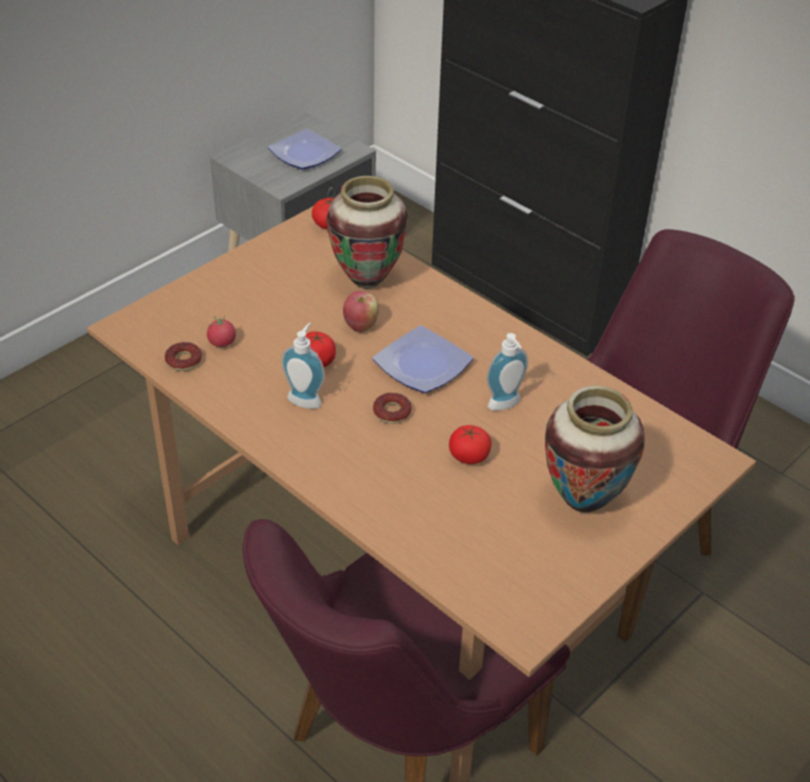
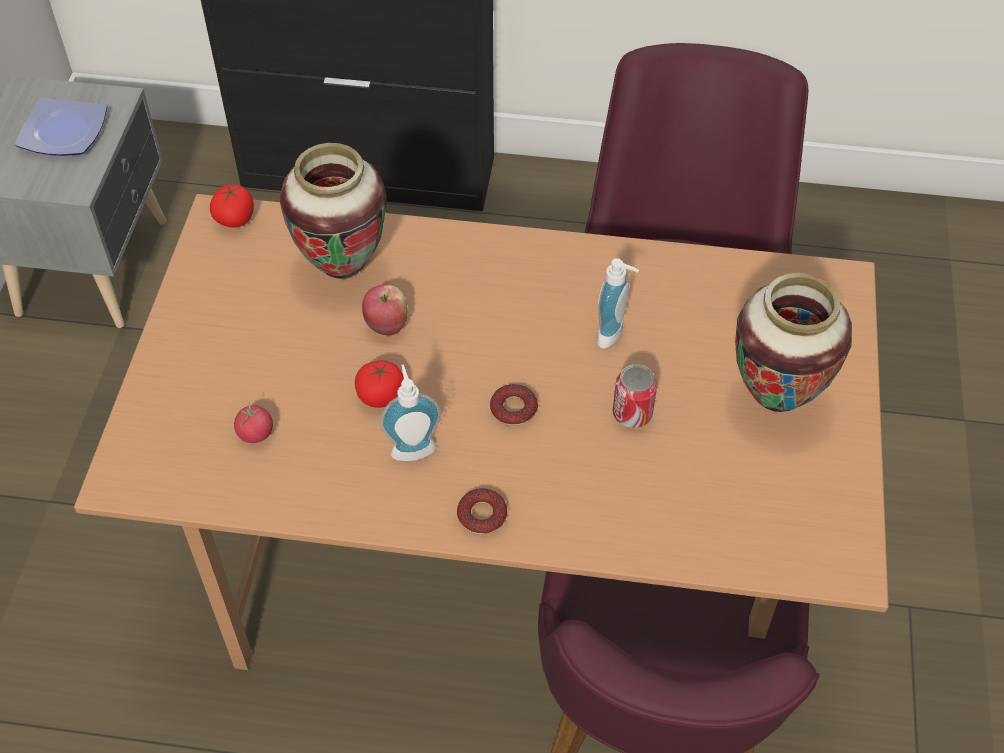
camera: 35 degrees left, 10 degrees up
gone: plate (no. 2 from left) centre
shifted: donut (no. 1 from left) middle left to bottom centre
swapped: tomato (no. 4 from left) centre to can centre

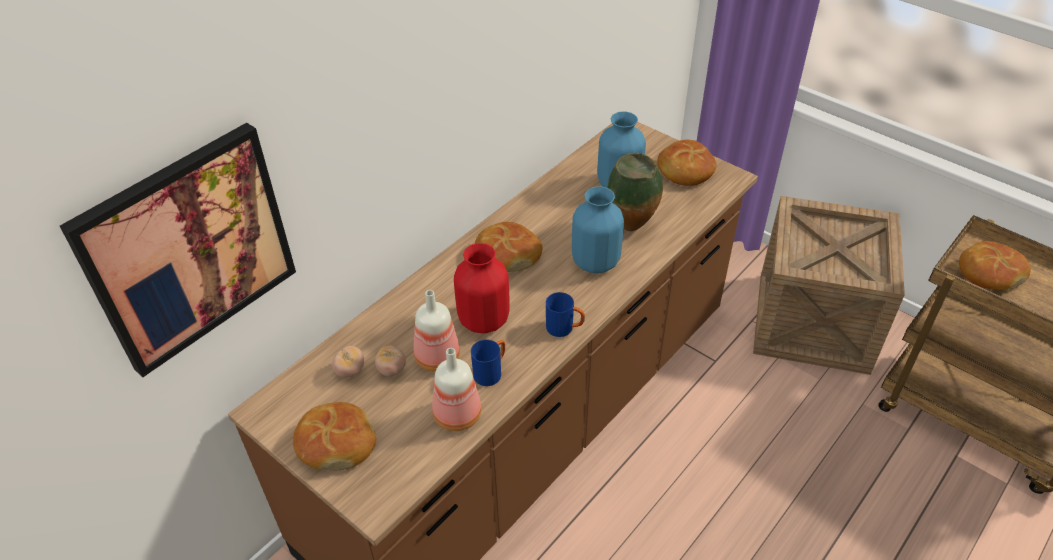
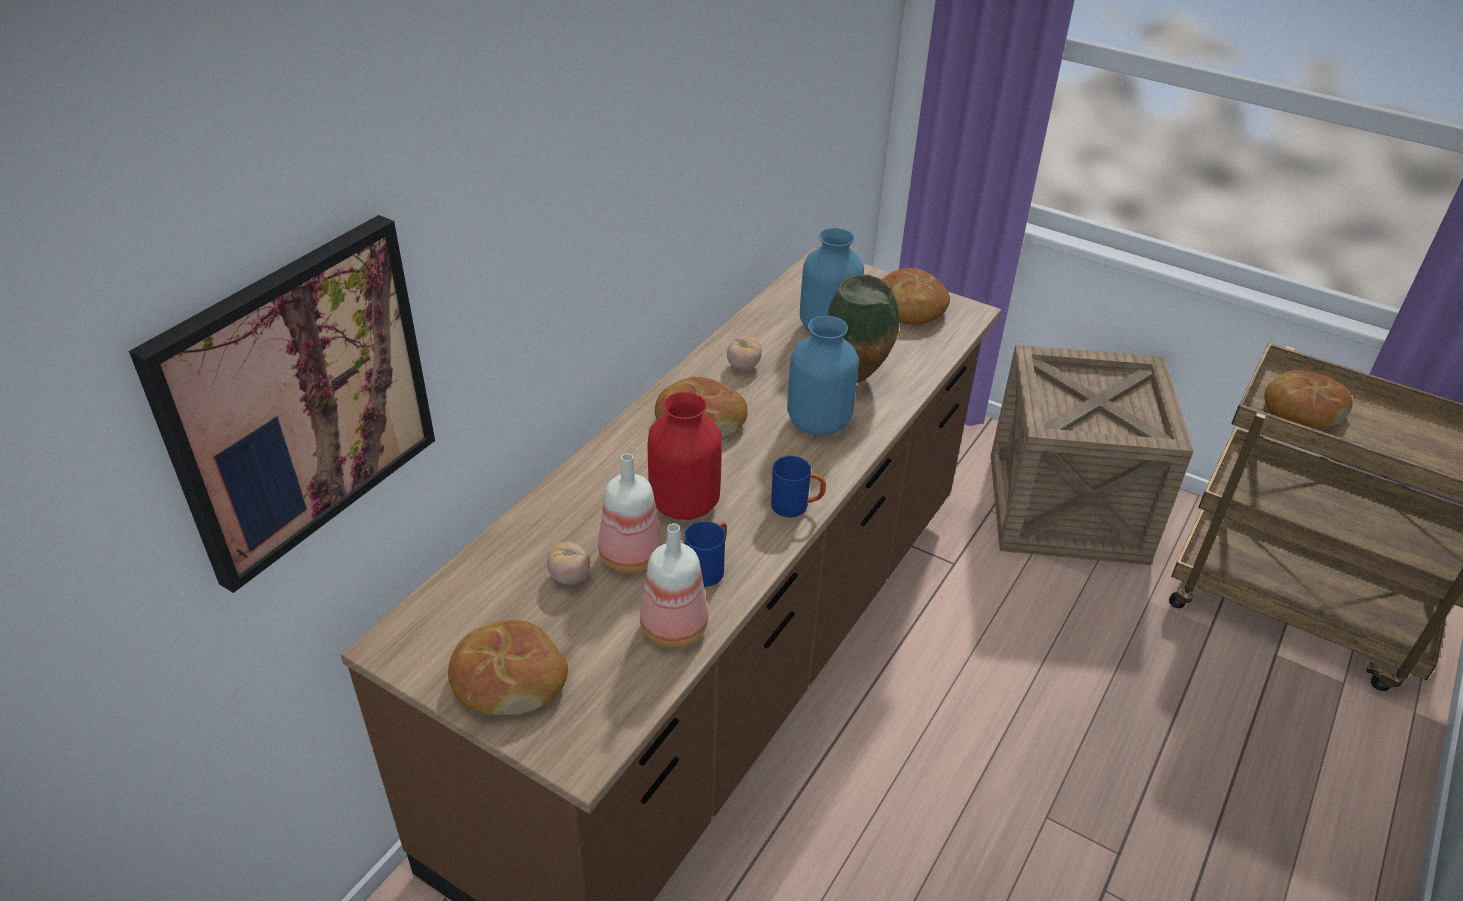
camera: 10 degrees left, 5 degrees down
shifted: tomato (no. 1 from left in the first image) middle left to tomato (no. 2 from left) centre

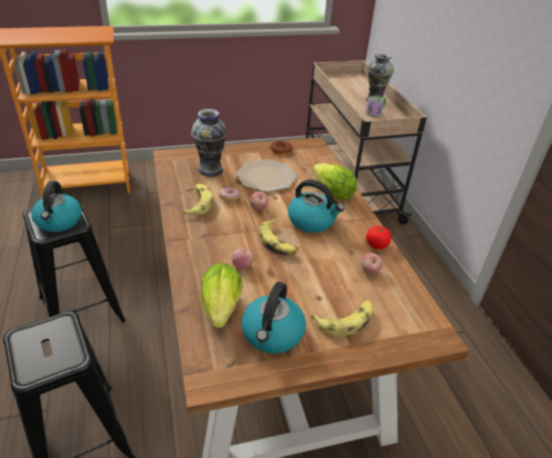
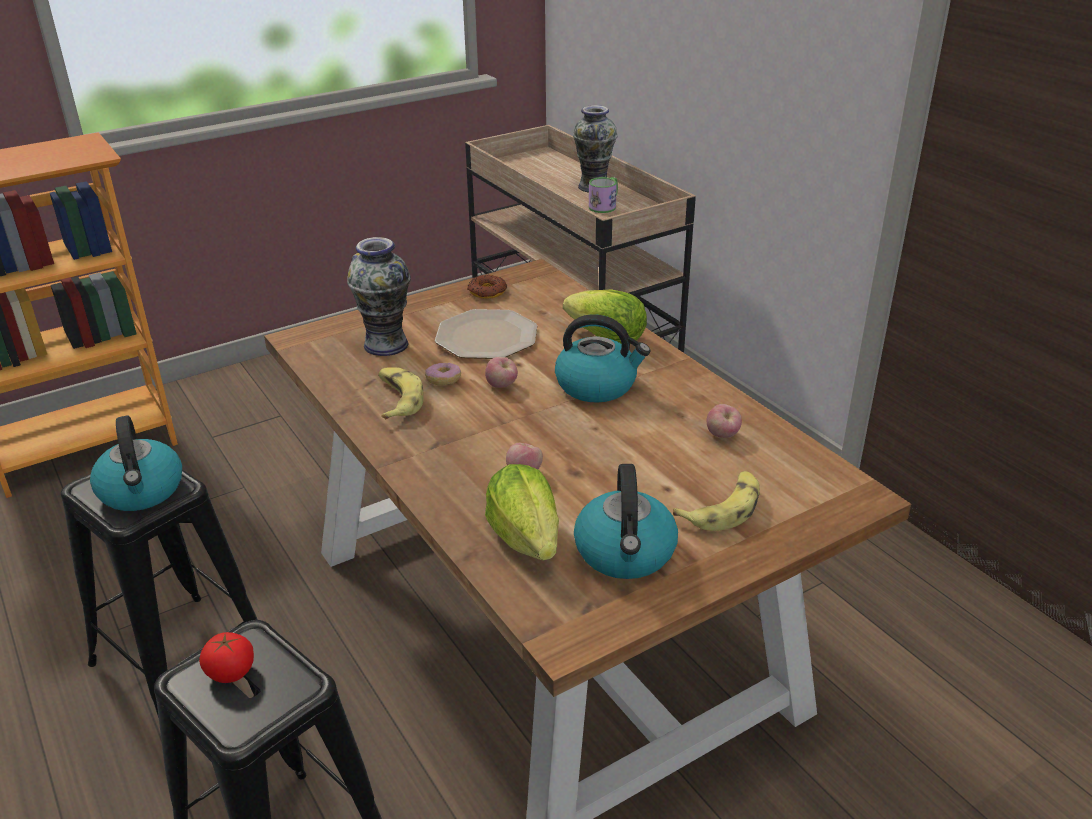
camera: 15 degrees left, 5 degrees down
gone: banana (no. 2 from left) centre
shifted: tomato middle right to bottom left

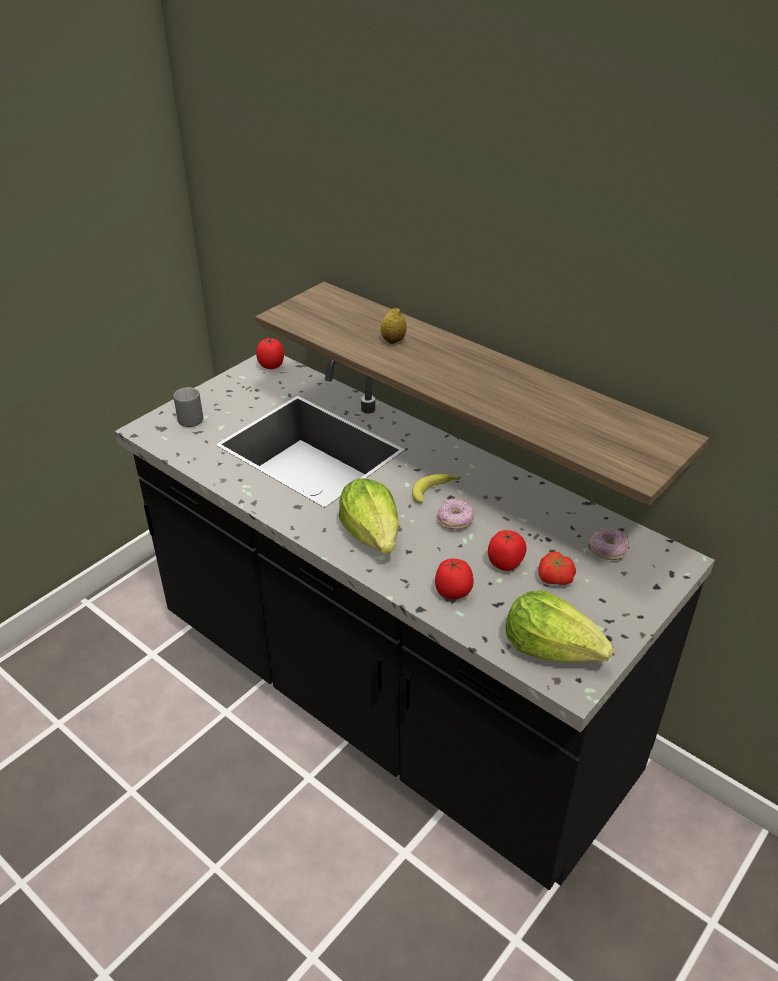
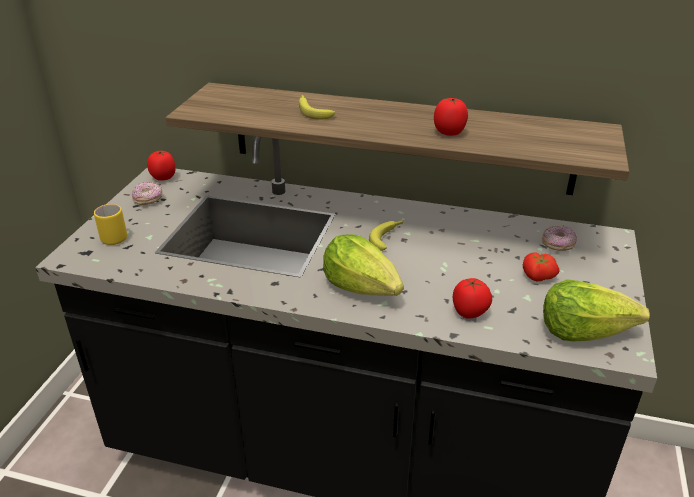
camera: 25 degrees left, 5 degrees down
shifted: donut (no. 1 from left) centre to middle left; tomato (no. 3 from left in the first image) centre to tomato (no. 2 from left) top centre
swapped: lemon top centre to banana (no. 1 from left) top centre
repainted: grey_mug middle left to yellow_mug middle left

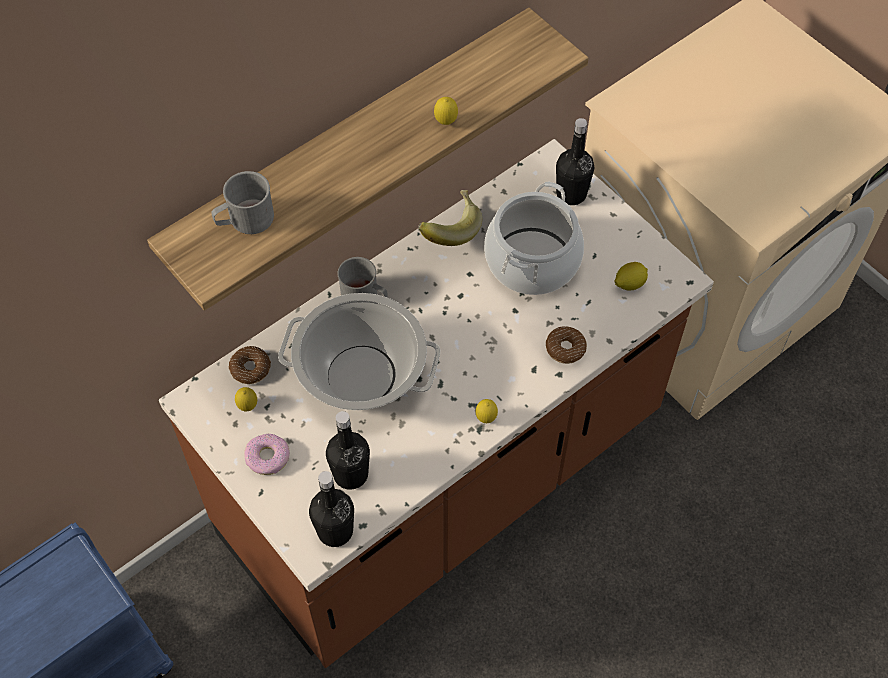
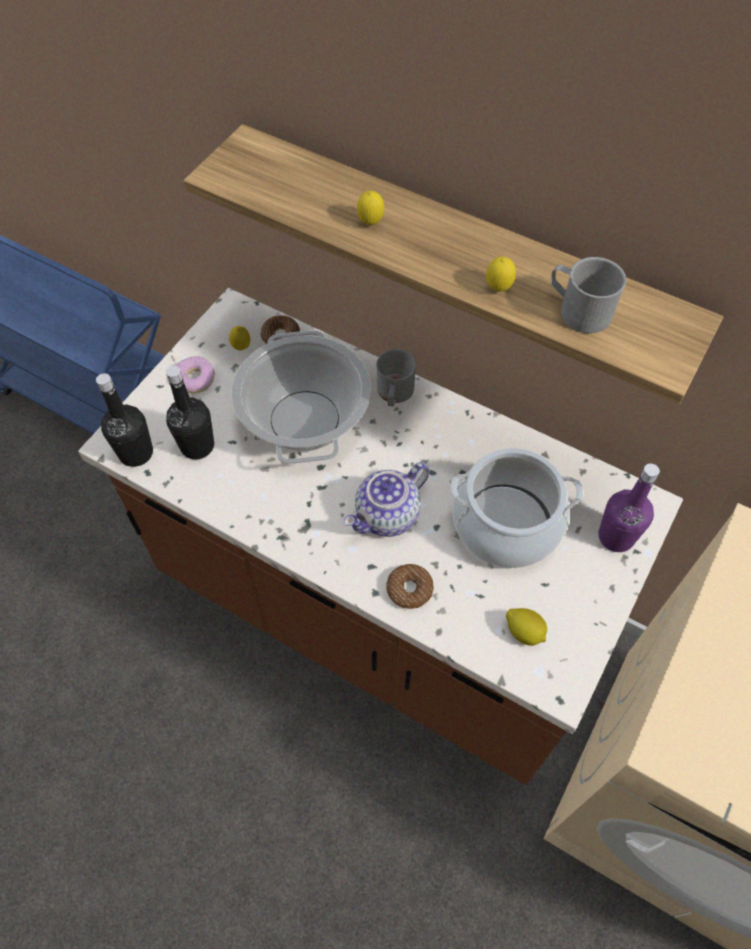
camera: 70 degrees right, 0 degrees up
gone: banana top centre
new: teapot centre
shifted: grey_mug (no. 1 from left in the first image) top left to grey_mug (no. 2 from left) top right; lemon (no. 3 from left in the first image) centre to lemon (no. 2 from left) top centre
repainted: black_bottle (no. 3 from left) top centre to purple_bottle middle right

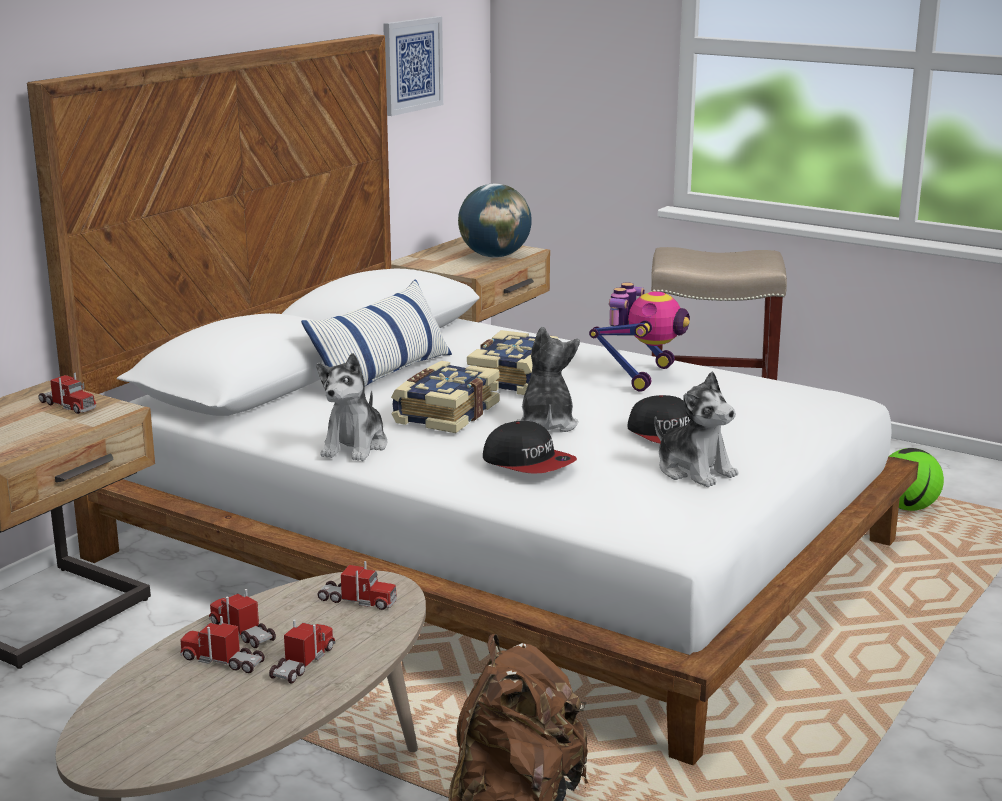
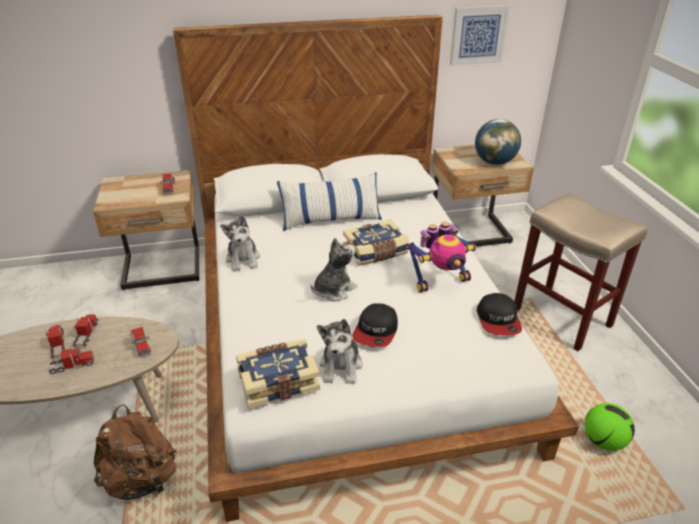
camera: 45 degrees right, 15 degrees up
shifted: book (no. 1 from left) centre to bottom centre; cap (no. 1 from left in the first image) centre to cap (no. 2 from left) middle right
rotated: plush_toy (no. 1 from left) centre = centre 75 degrees counterclockwise

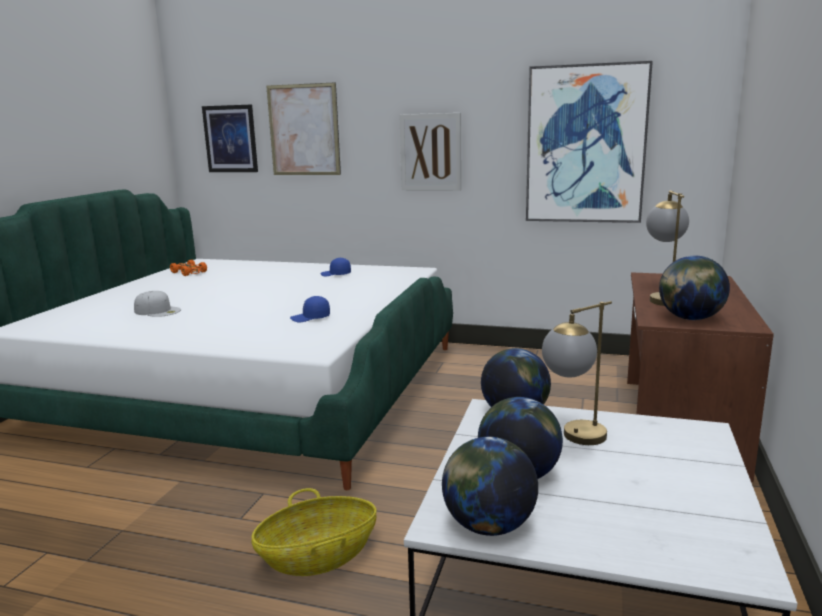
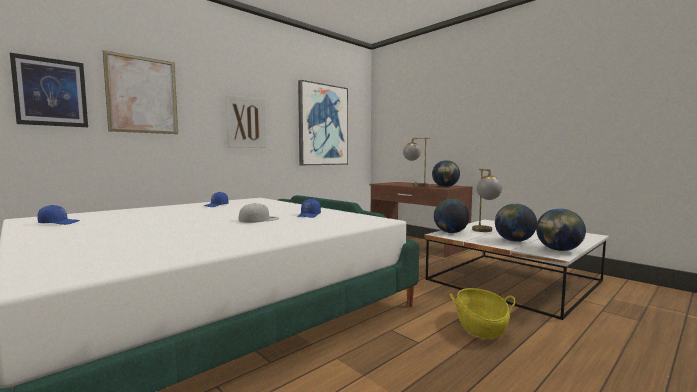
camera: 60 degrees left, 10 degrees down
shifted: white_cap middle left to centre
swapped: orange_toy_car middle left to blue_cap (no. 1 from left) middle left

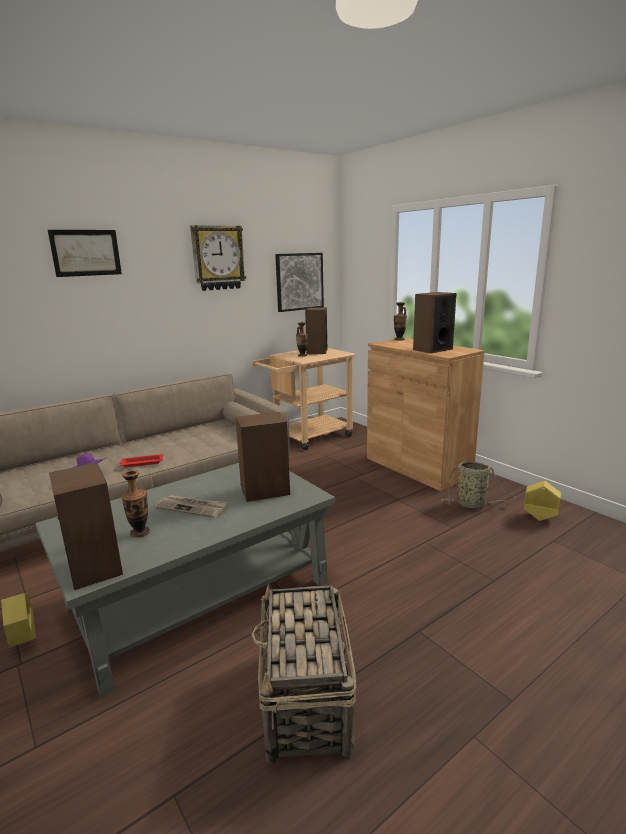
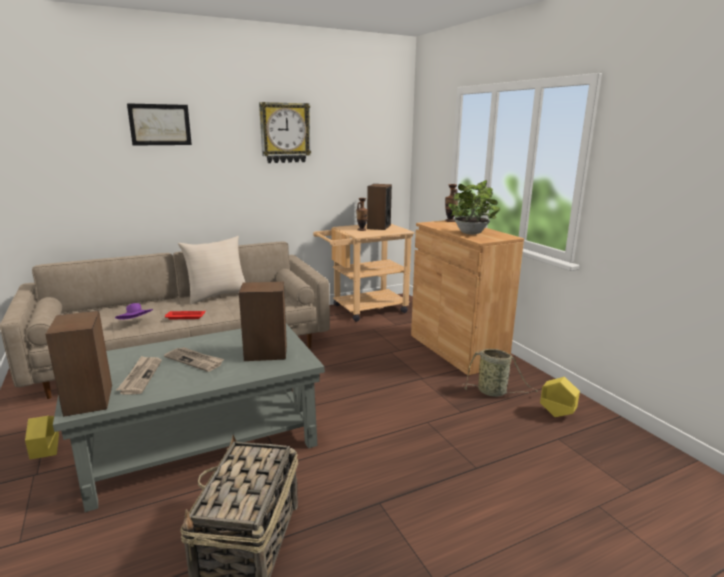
camera: 10 degrees right, 0 degrees up
gone: picture (no. 2 from left) centre
new: beige_pillow middle left
swapped: vase (no. 1 from left) middle left to newspaper (no. 1 from left) middle left; speaker (no. 4 from left) middle right to potted_plant centre

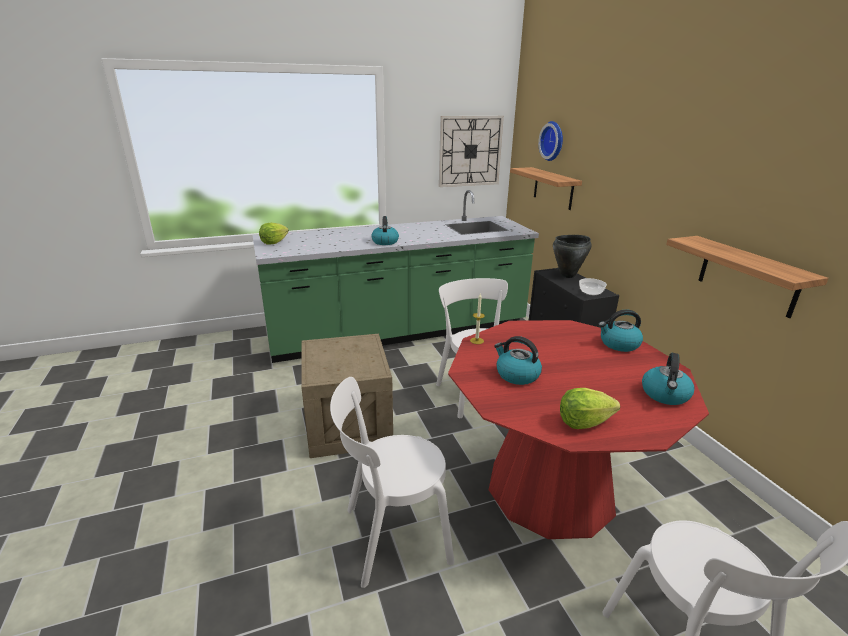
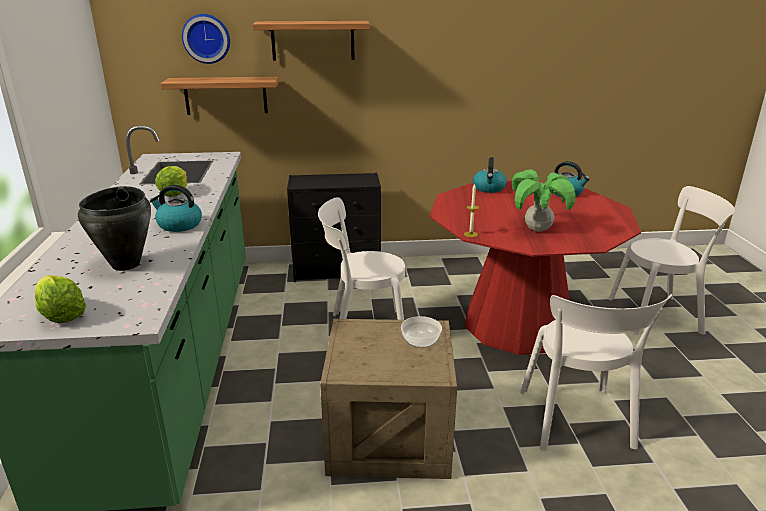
camera: 75 degrees left, 0 degrees up
gone: wall_clock (no. 1 from left) top centre
shifted: black_cooking_pot middle right to middle left; lettuce (no. 2 from left) middle right to middle left; bowl middle right to centre; shelf (no. 2 from left) middle right to top centre
swapped: kettle (no. 2 from left) centre to potted_plant middle right

